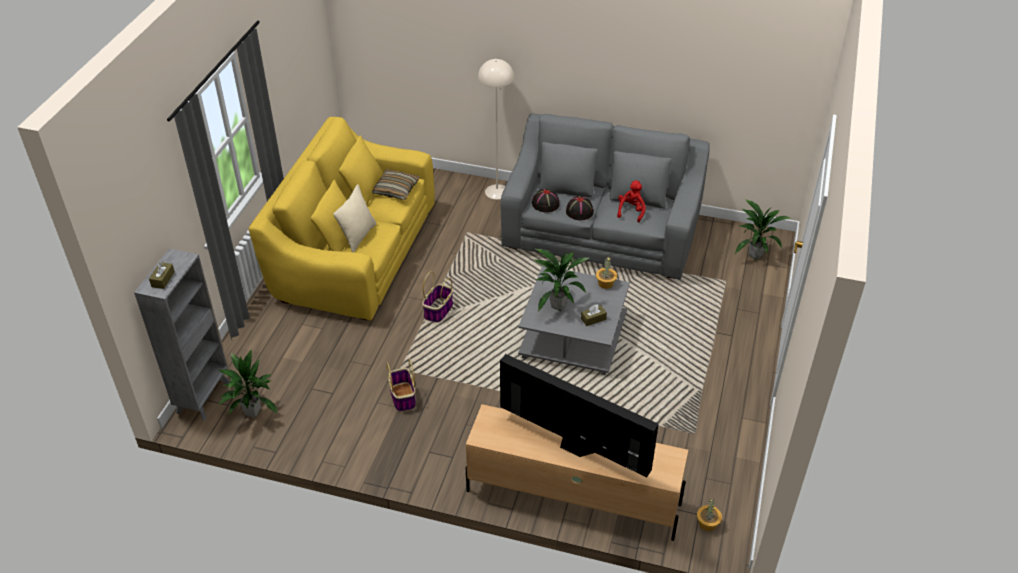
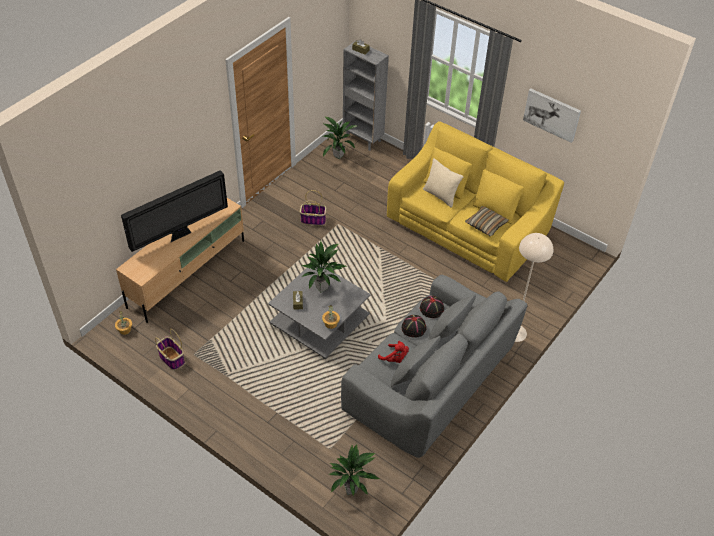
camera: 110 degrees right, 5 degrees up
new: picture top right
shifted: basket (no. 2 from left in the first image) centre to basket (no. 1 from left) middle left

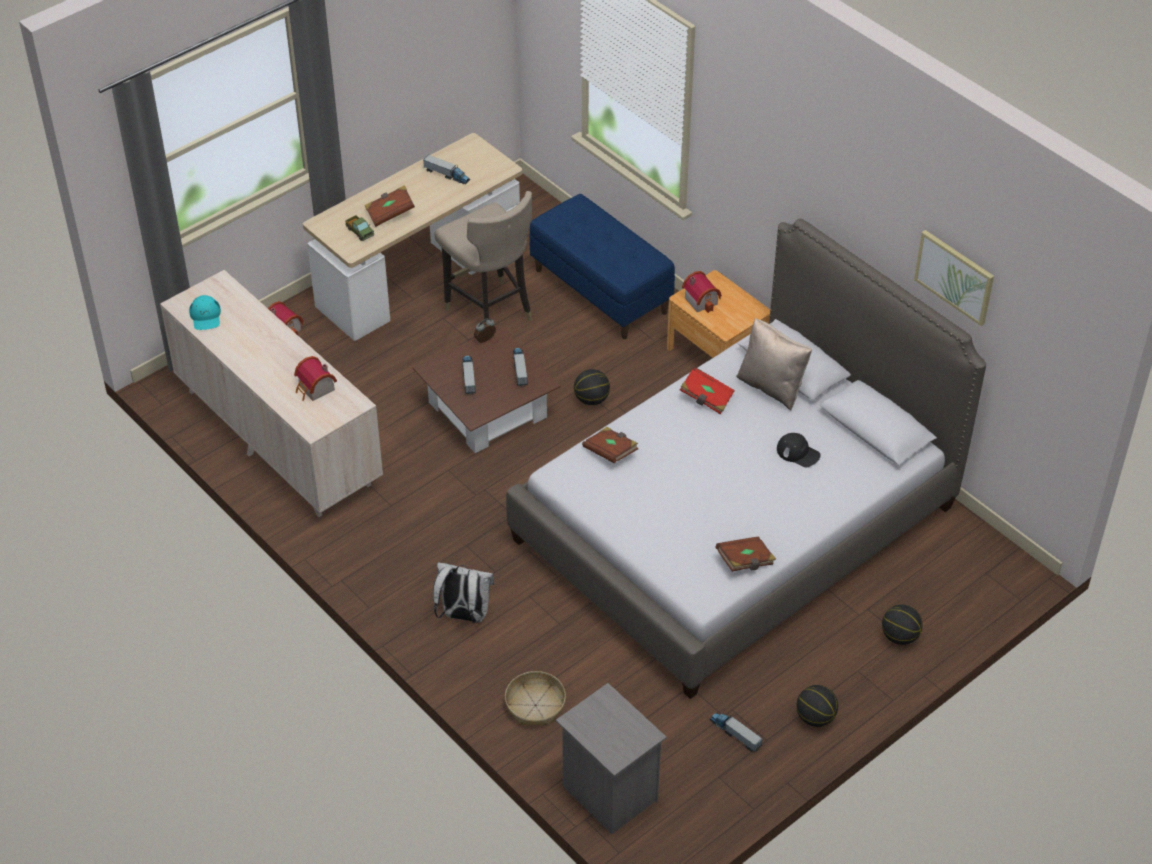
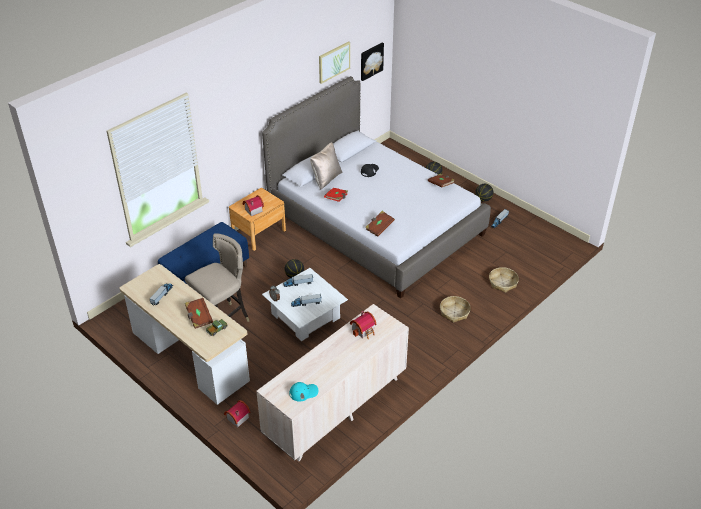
camera: 95 degrees left, 5 degrees down
gone: grey_nightstand bottom centre
new: picture (no. 2 from left) top centre
swapped: white_backpack bottom centre to basket (no. 1 from left) centre
repainted: brown_coffee_table centre to white_coffee_table centre

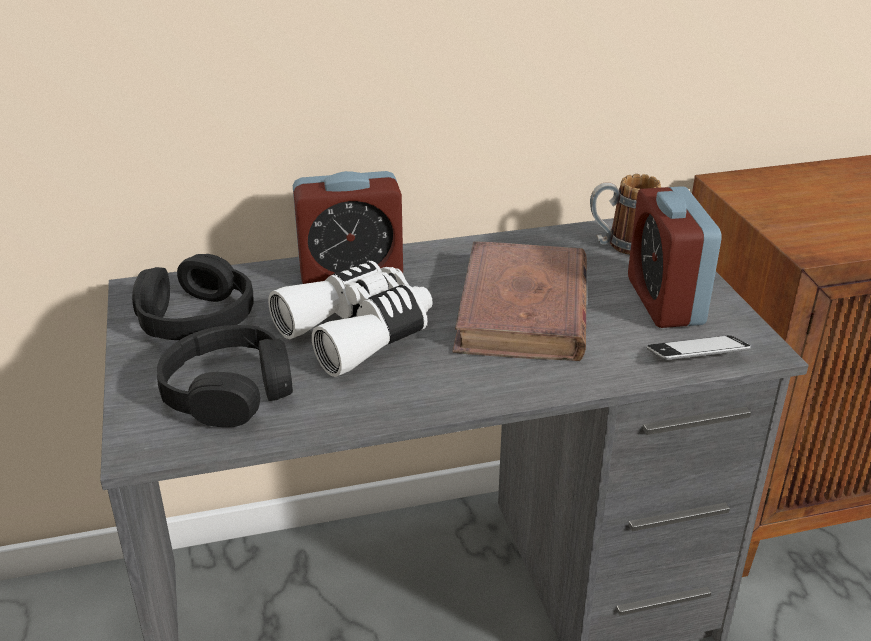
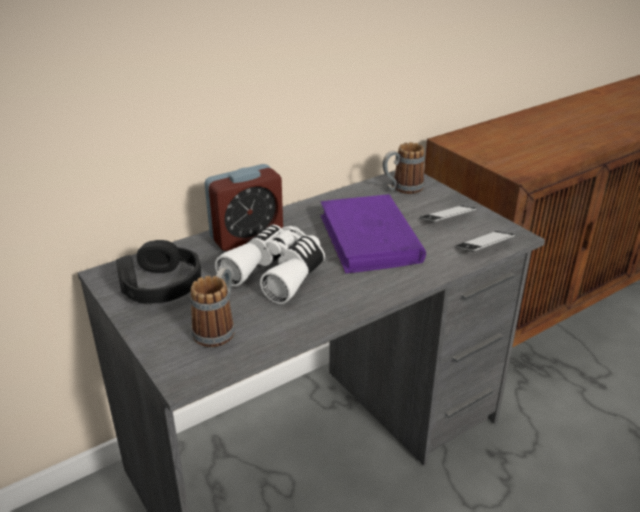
camera: 20 degrees left, 0 degrees up
swapped: black_headphones (no. 2 from left) middle left to mug (no. 1 from left) middle left; alarm_clock (no. 2 from left) middle right to phone (no. 1 from left) middle right
repainted: brown_book centre to purple_book centre

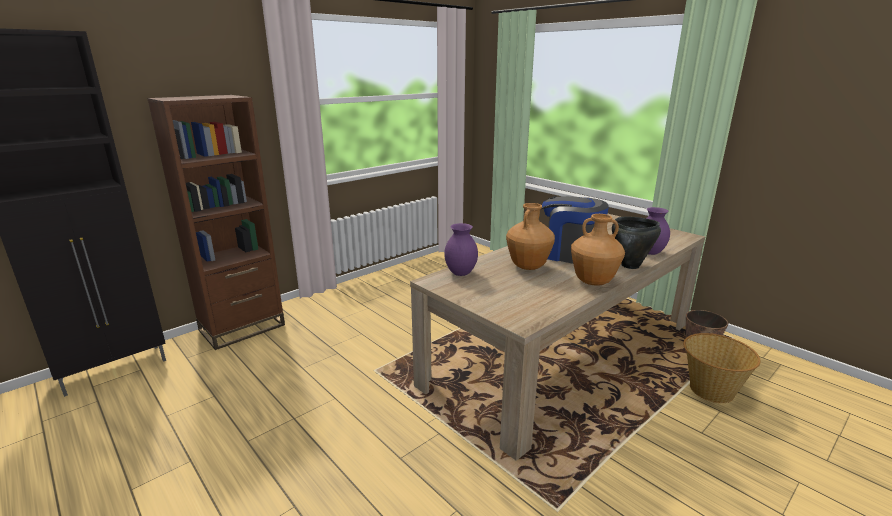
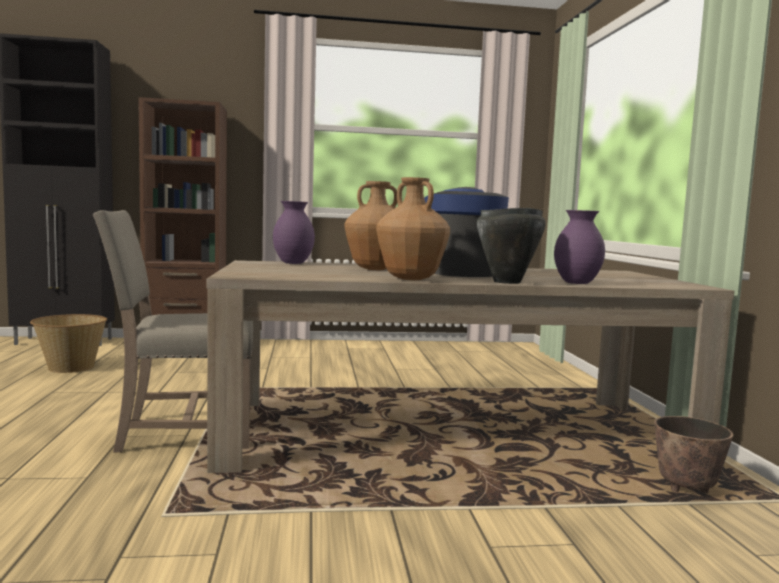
camera: 35 degrees right, 15 degrees down
new: beige_chair middle left
shifted: basket bottom right to middle left

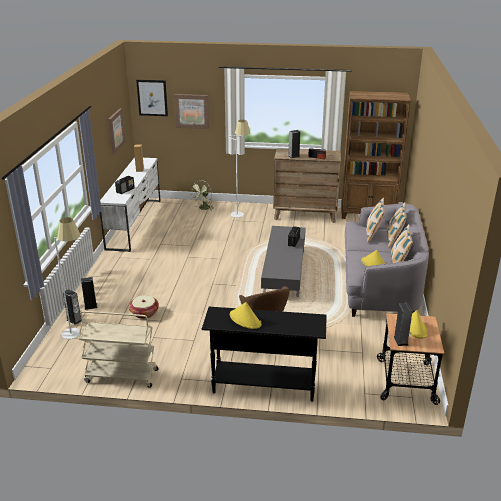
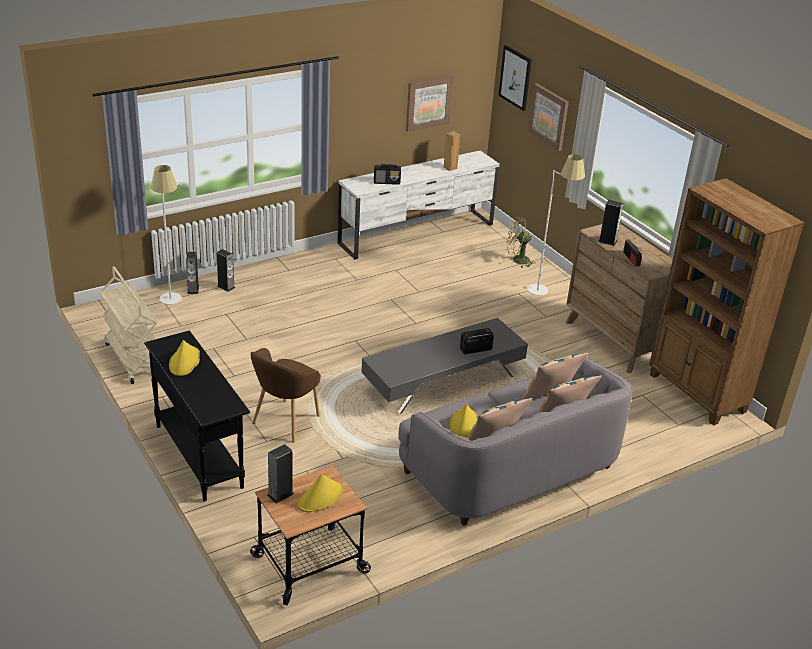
camera: 50 degrees right, 5 degrees up
gone: basket middle left

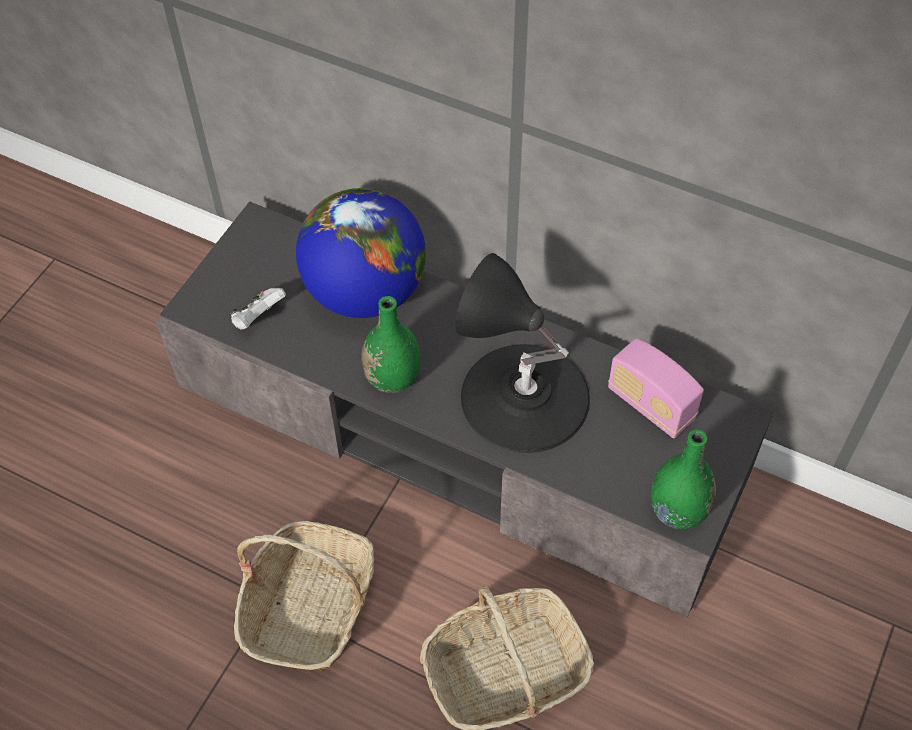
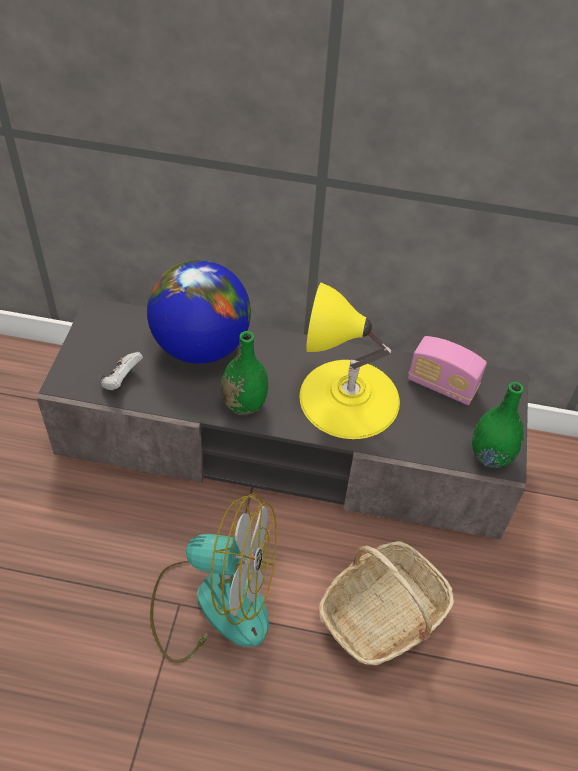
camera: 20 degrees left, 5 degrees down
swapped: basket (no. 1 from left) bottom centre to fan bottom centre
repainted: black_table_lamp centre to yellow_table_lamp centre

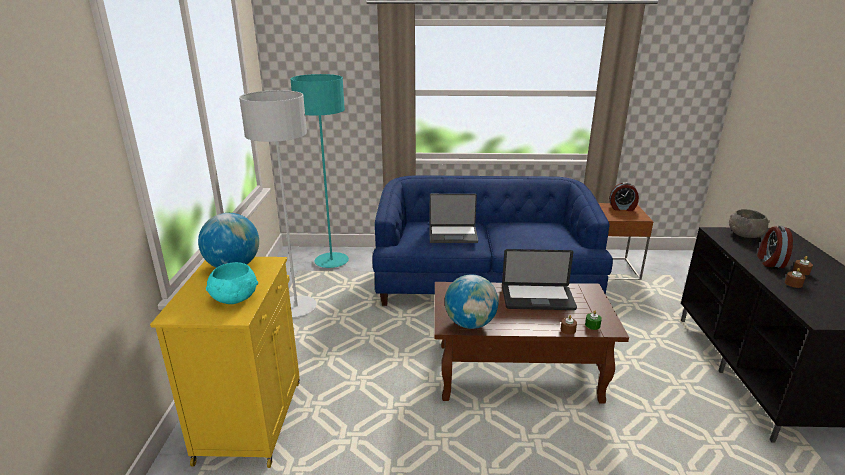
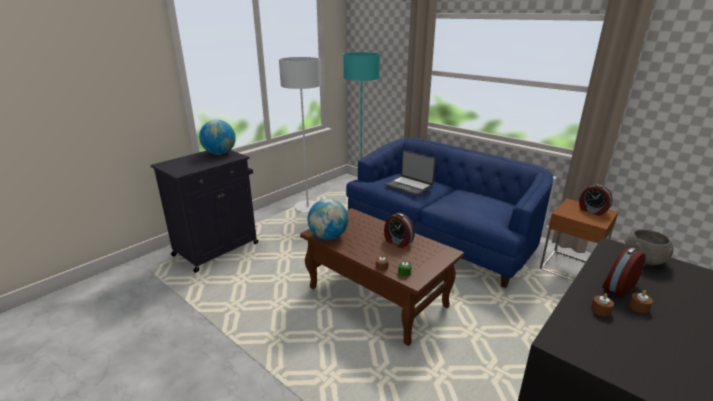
camera: 40 degrees right, 0 degrees up
gone: turquoise_bowl middle left
swapped: laptop (no. 2 from left) centre to alarm_clock (no. 1 from left) centre
repainted: yellow_cabinet bottom left to black_cabinet middle left

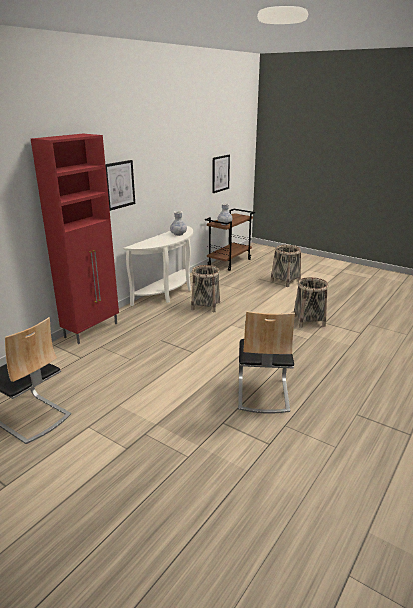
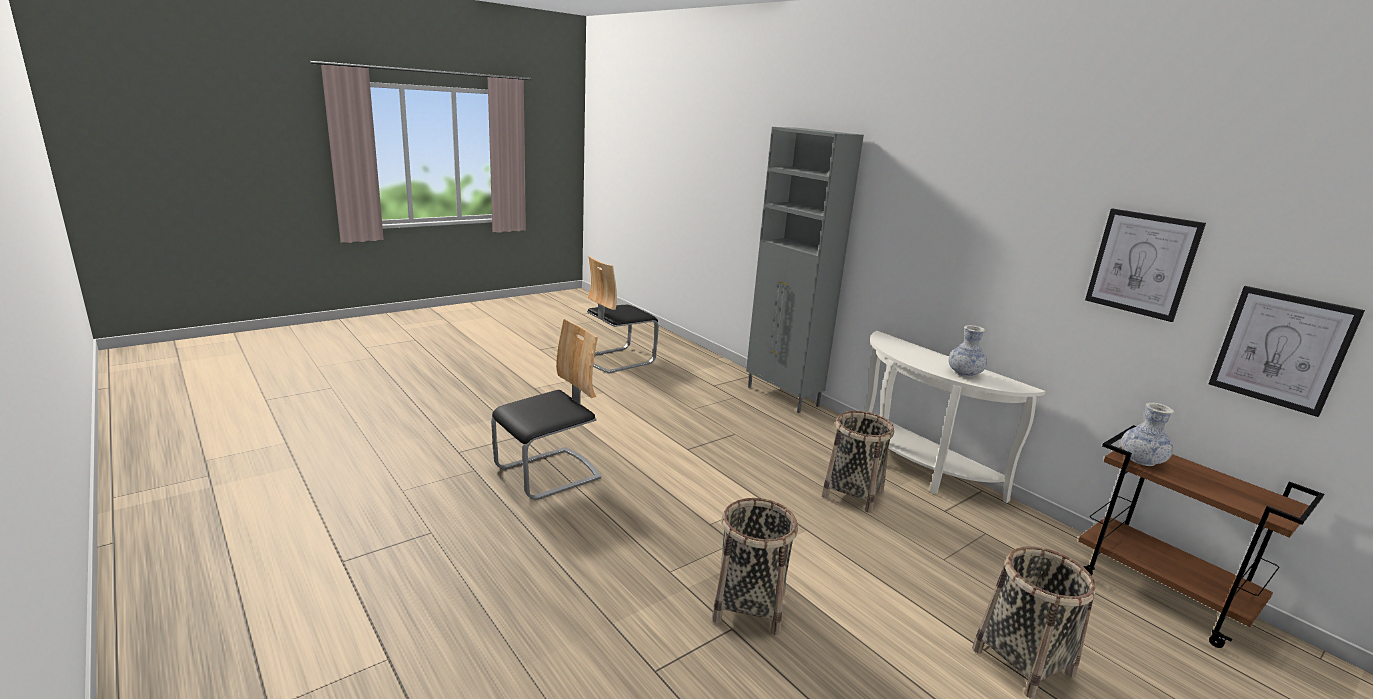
camera: 105 degrees right, 5 degrees down
shifted: picture (no. 1 from left) top left to middle right
repainted: red_cabinet middle left to grey_cabinet centre
rotated: chair (no. 2 from left in the first image) centre = centre 120 degrees clockwise

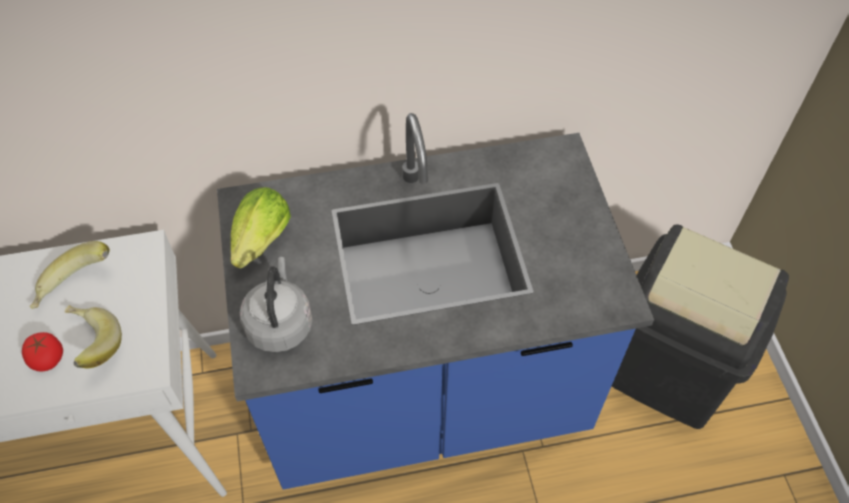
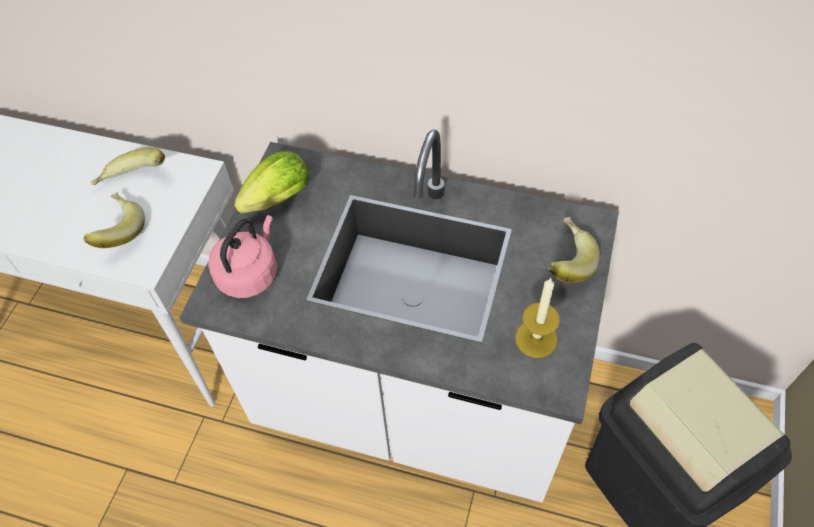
camera: 30 degrees right, 0 degrees up
gone: tomato bottom left
new: candle centre; banana (no. 3 from left) middle right
repainted: blue_counter centre to white_counter centre; grey_kettle middle left to pink_kettle middle left

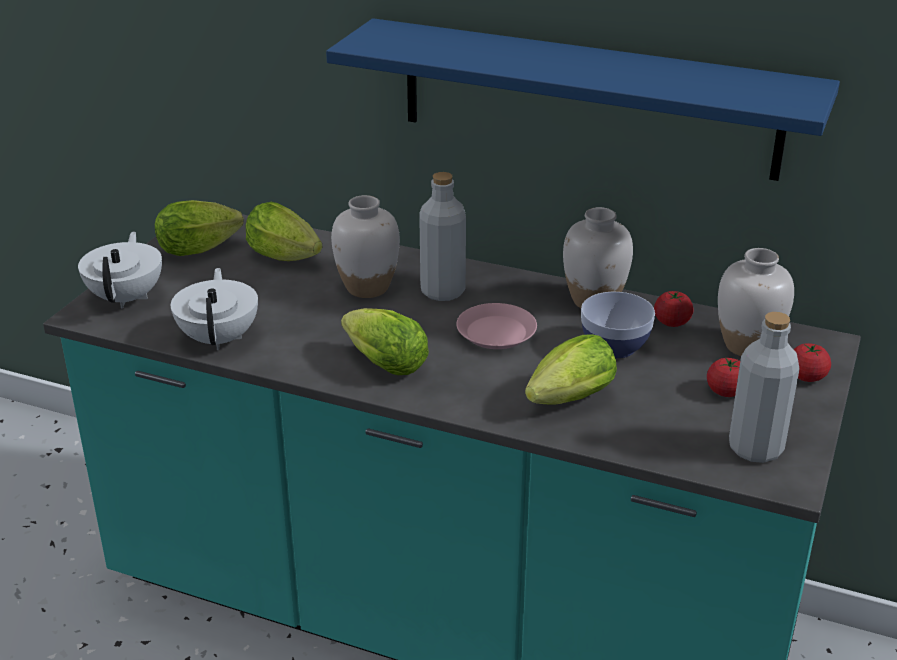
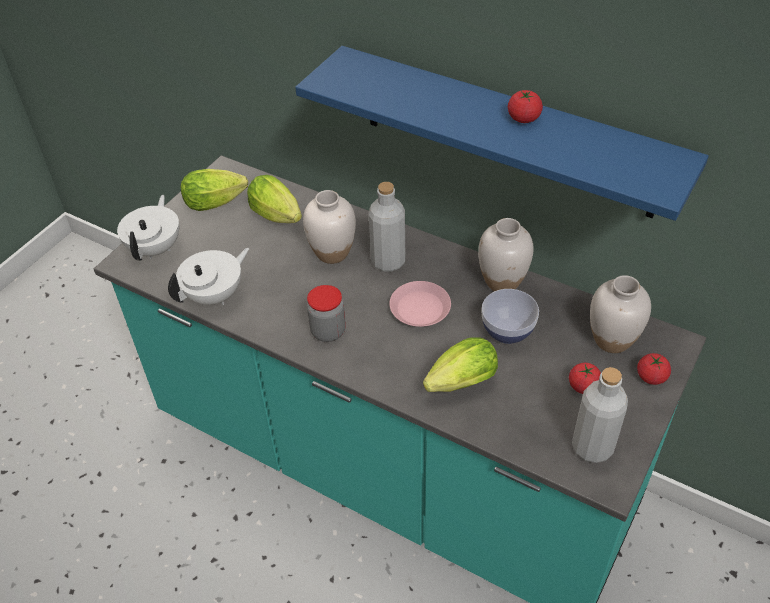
camera: 10 degrees right, 15 degrees up
shifted: tomato (no. 1 from left) middle right to top right
swapped: lettuce (no. 3 from left) centre to jar centre
rotated: white_teapot (no. 2 from left) middle left = middle left 45 degrees clockwise

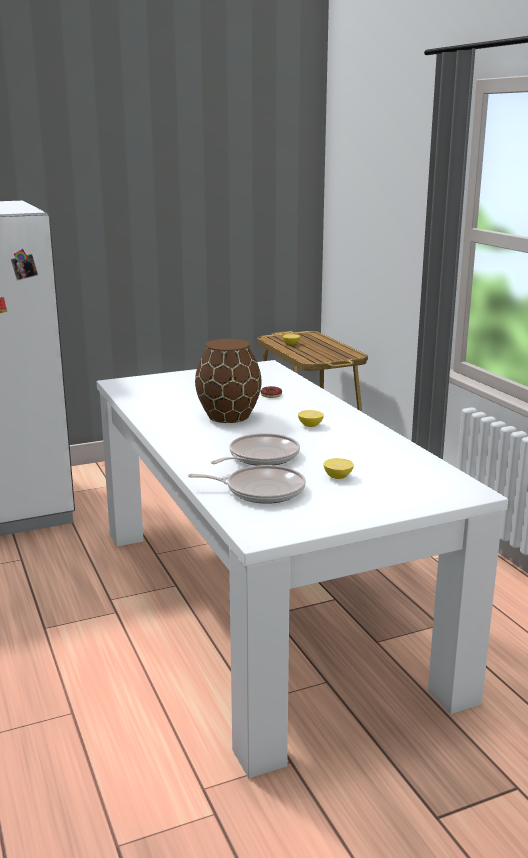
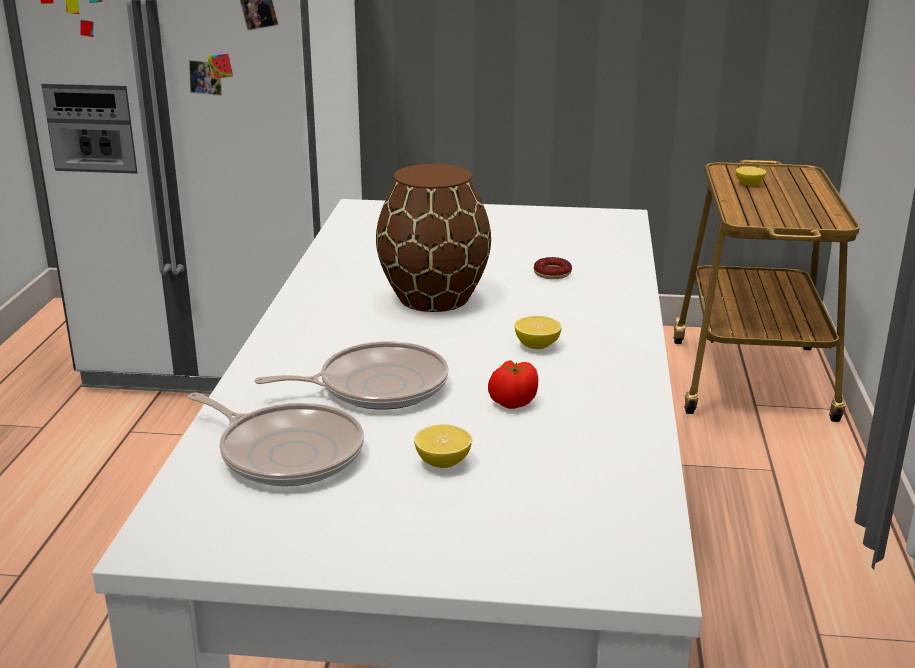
camera: 30 degrees right, 5 degrees up
new: tomato centre

